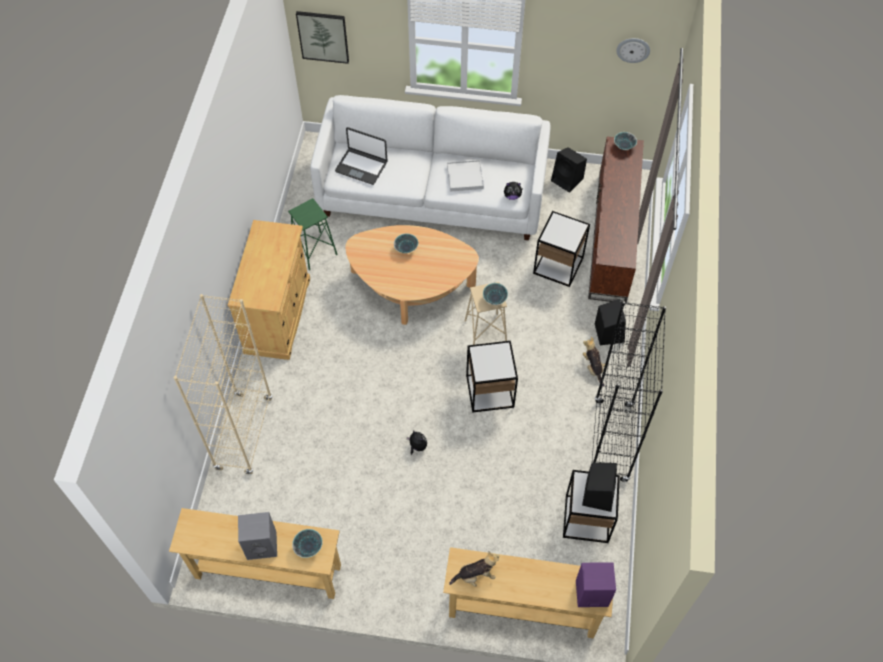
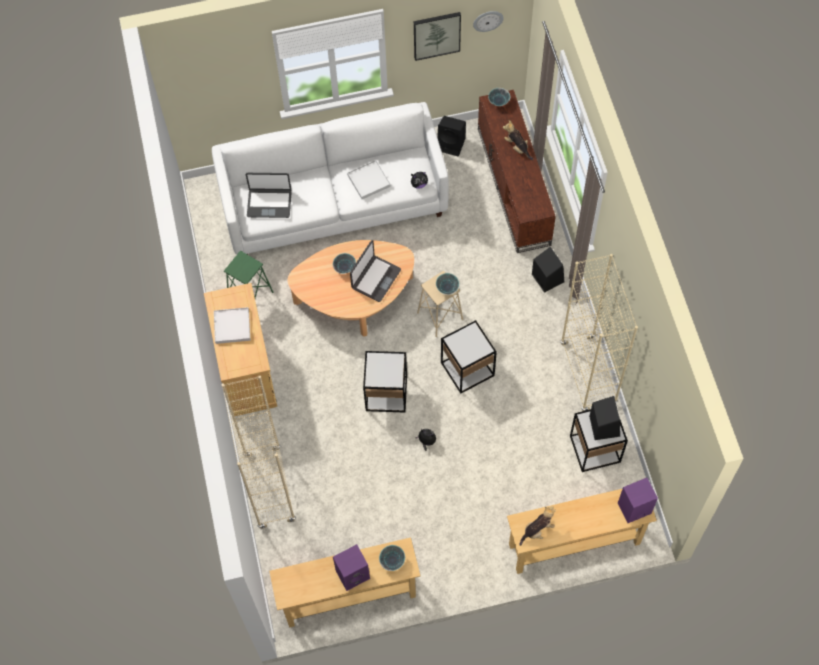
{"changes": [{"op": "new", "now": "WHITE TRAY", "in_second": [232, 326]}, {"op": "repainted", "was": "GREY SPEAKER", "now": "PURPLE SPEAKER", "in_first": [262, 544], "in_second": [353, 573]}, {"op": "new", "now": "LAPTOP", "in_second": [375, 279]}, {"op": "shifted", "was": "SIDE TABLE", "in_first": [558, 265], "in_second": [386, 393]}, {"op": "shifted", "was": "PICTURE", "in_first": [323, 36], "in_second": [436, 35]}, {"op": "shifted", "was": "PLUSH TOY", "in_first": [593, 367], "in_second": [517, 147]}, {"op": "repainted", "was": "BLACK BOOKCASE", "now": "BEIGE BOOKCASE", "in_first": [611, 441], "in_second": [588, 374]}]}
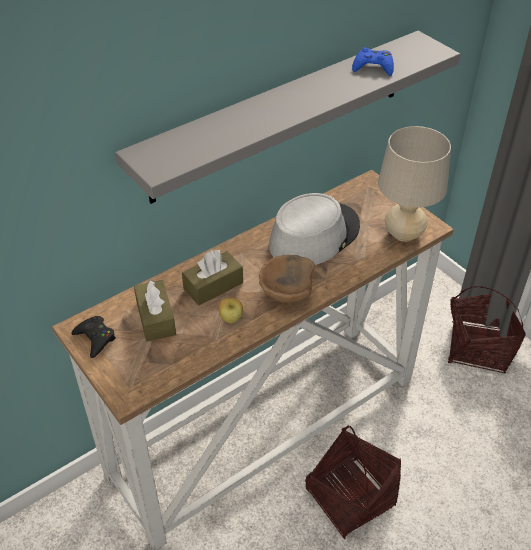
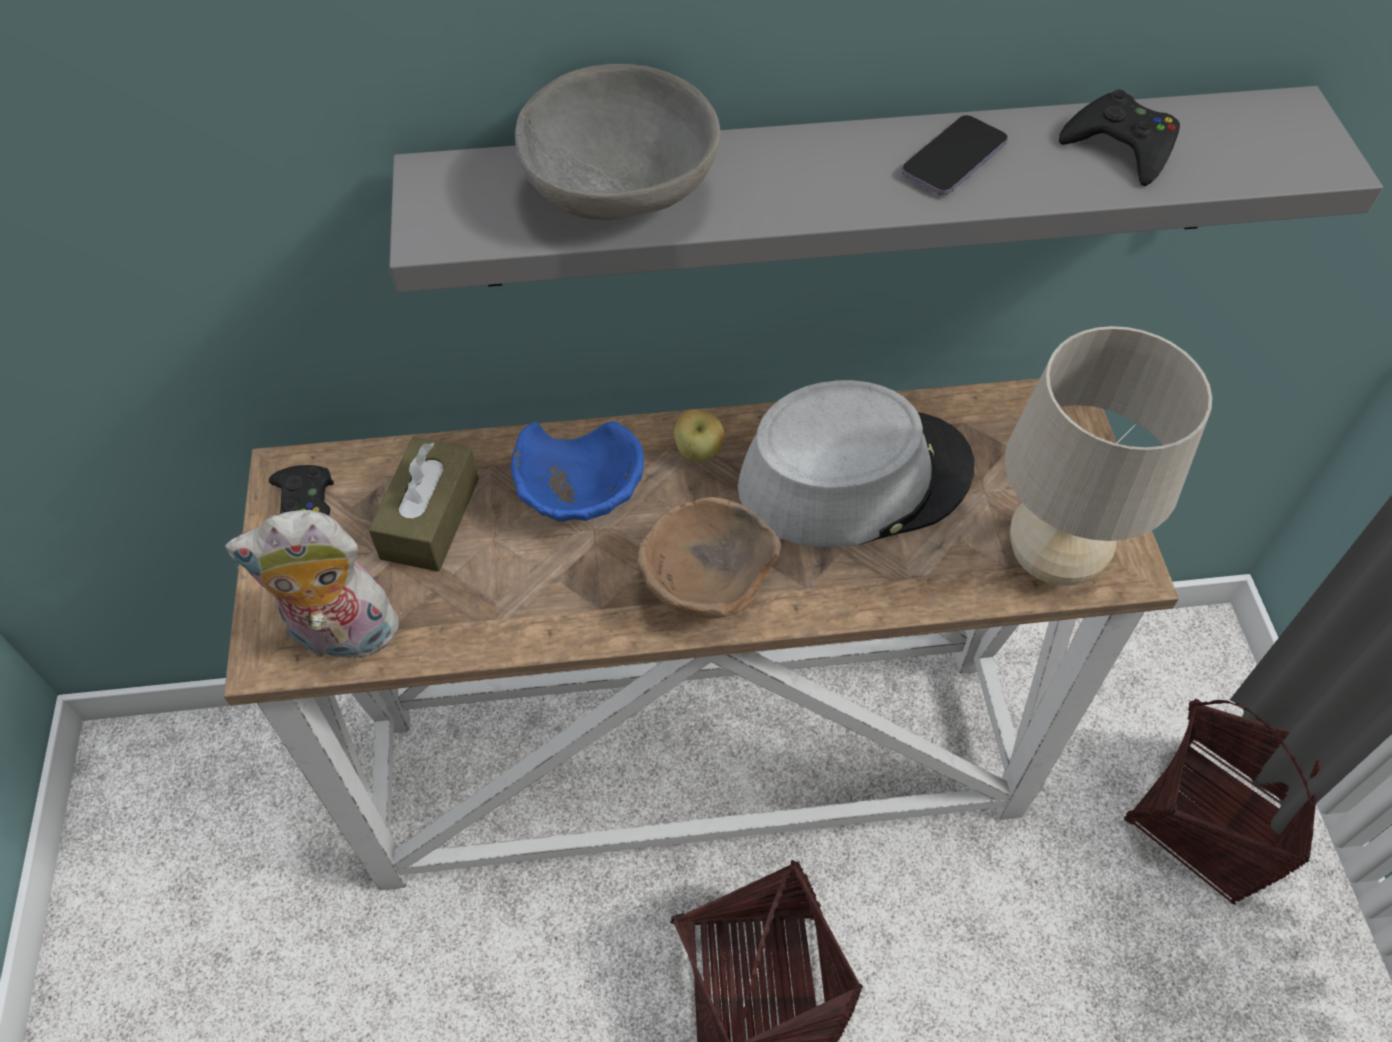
{"changes": [{"op": "new", "now": "PLUSH TOY", "in_second": [341, 637]}, {"op": "swapped", "was": "BROWN TISSUE BOX", "now": "BLUE BOWL", "in_first": [213, 286], "in_second": [579, 499]}, {"op": "new", "now": "GREY BOWL", "in_second": [618, 192]}, {"op": "shifted", "was": "APPLE", "in_first": [231, 319], "in_second": [699, 452]}, {"op": "new", "now": "PHONE", "in_second": [953, 159]}, {"op": "repainted", "was": "BLUE GAME CONTROLLER", "now": "BLACK GAME CONTROLLER", "in_first": [373, 66], "in_second": [1121, 147]}]}
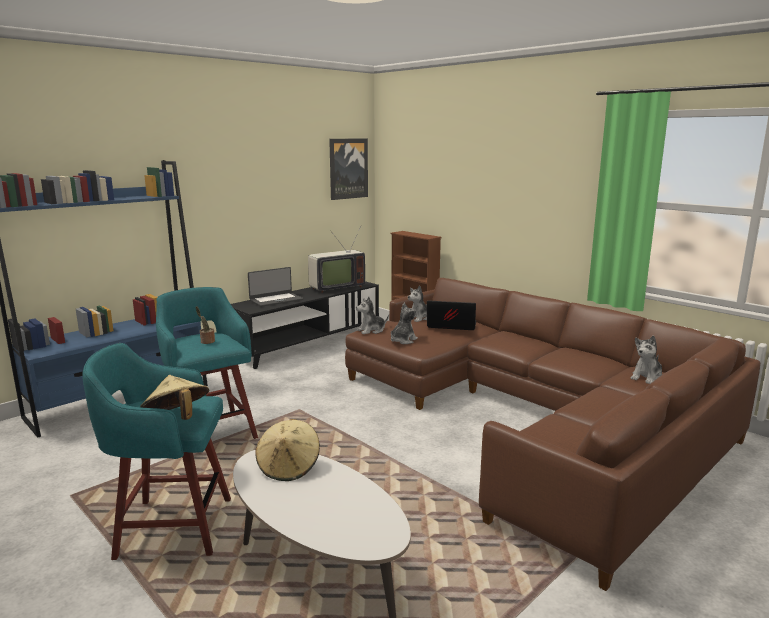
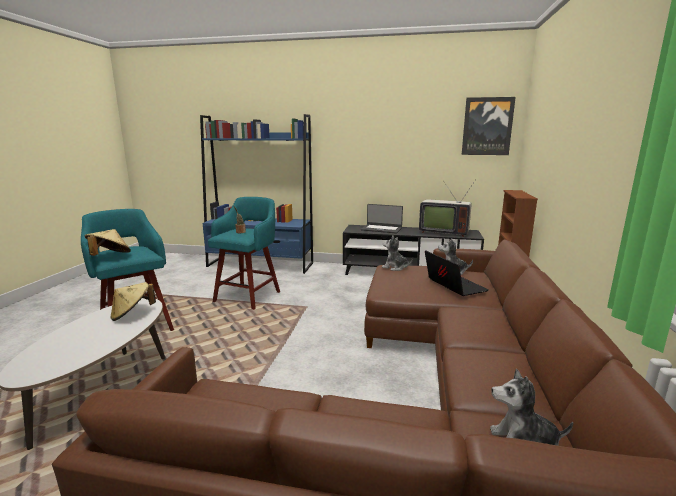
{"changes": [{"op": "gone", "was": "PLUSH TOY", "in_first": [403, 340]}]}
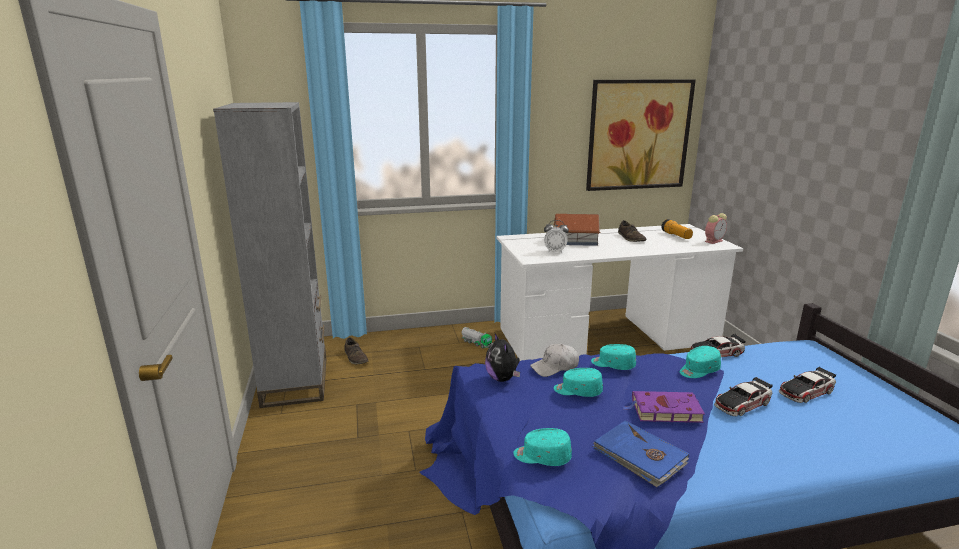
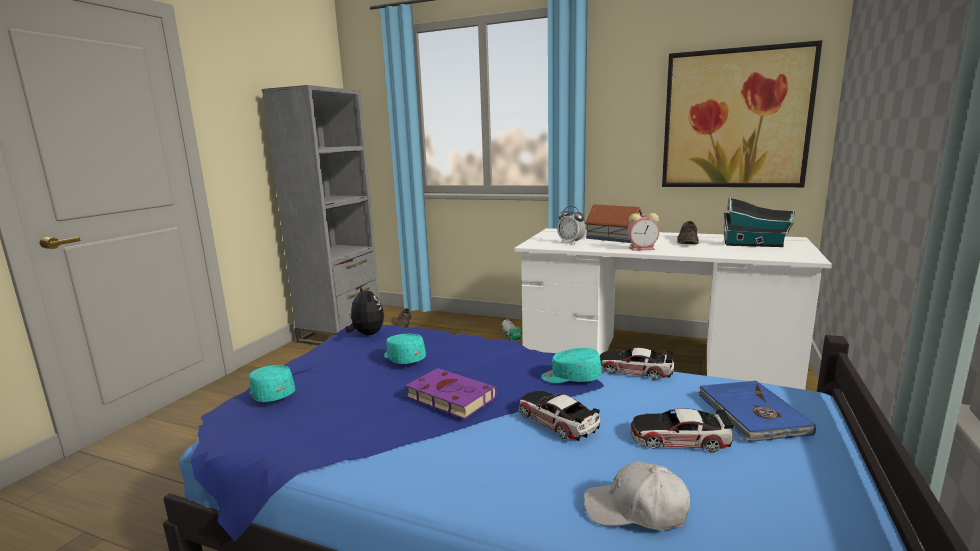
{"changes": [{"op": "rotated", "was": "PLUSH TOY", "in_first": [502, 379], "in_second": [366, 334], "clockwise": 135}, {"op": "rotated", "was": "TOY CAR", "in_first": [742, 403], "in_second": [556, 420], "clockwise": 45}, {"op": "shifted", "was": "WHITE CAP", "in_first": [555, 367], "in_second": [636, 510]}, {"op": "shifted", "was": "ALARM CLOCK", "in_first": [714, 241], "in_second": [643, 249]}, {"op": "shifted", "was": "BLUE BOOK", "in_first": [639, 456], "in_second": [751, 414]}, {"op": "swapped", "was": "FLASHLIGHT", "now": "TOY HOUSE", "in_first": [676, 236], "in_second": [755, 245]}, {"op": "gone", "was": "TURQUOISE CAP", "in_first": [612, 365]}]}
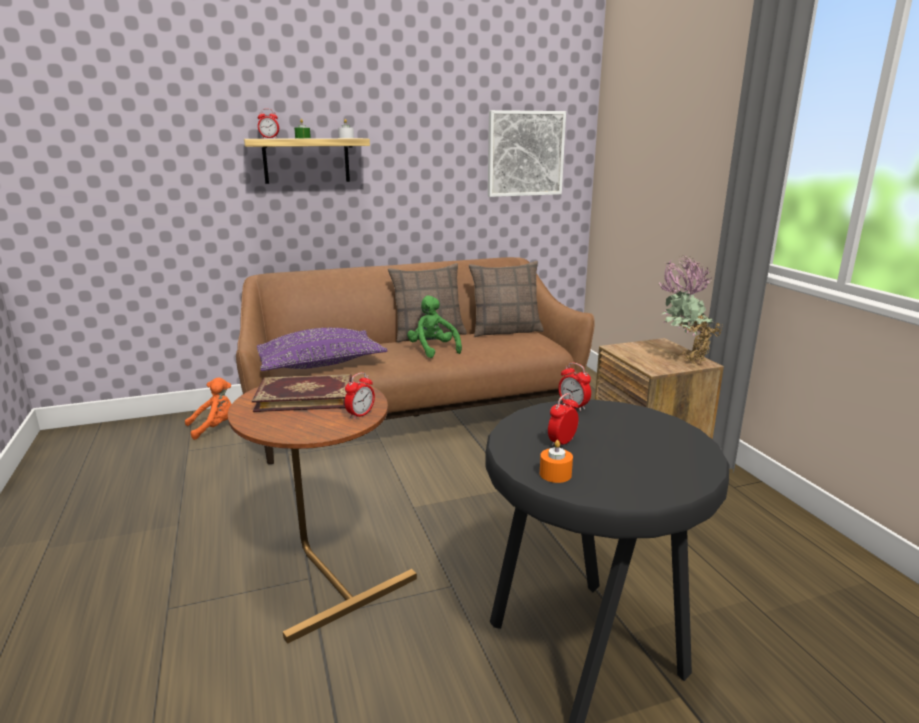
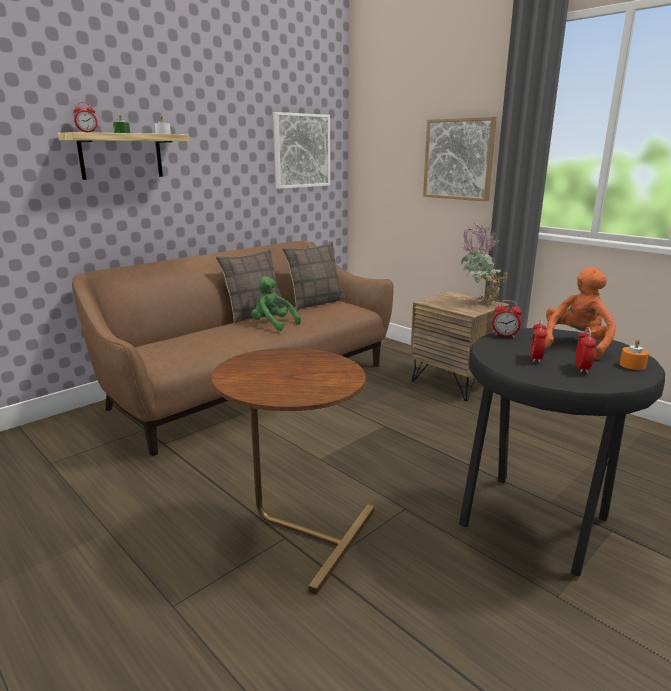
{"changes": [{"op": "new", "now": "PICTURE", "in_second": [458, 159]}, {"op": "shifted", "was": "ORANGE PLUSH TOY", "in_first": [215, 427], "in_second": [575, 344]}, {"op": "shifted", "was": "ALARM CLOCK", "in_first": [360, 415], "in_second": [582, 369]}, {"op": "shifted", "was": "ORANGE CANDLE", "in_first": [555, 474], "in_second": [632, 365]}, {"op": "gone", "was": "BOOK", "in_first": [305, 396]}, {"op": "gone", "was": "PURPLE PILLOW", "in_first": [319, 364]}]}
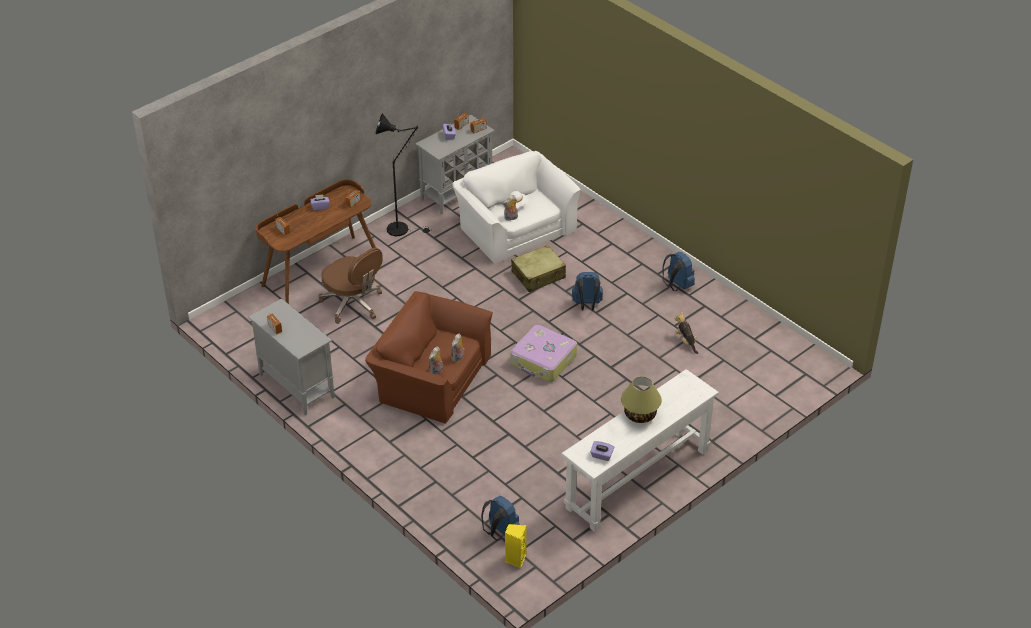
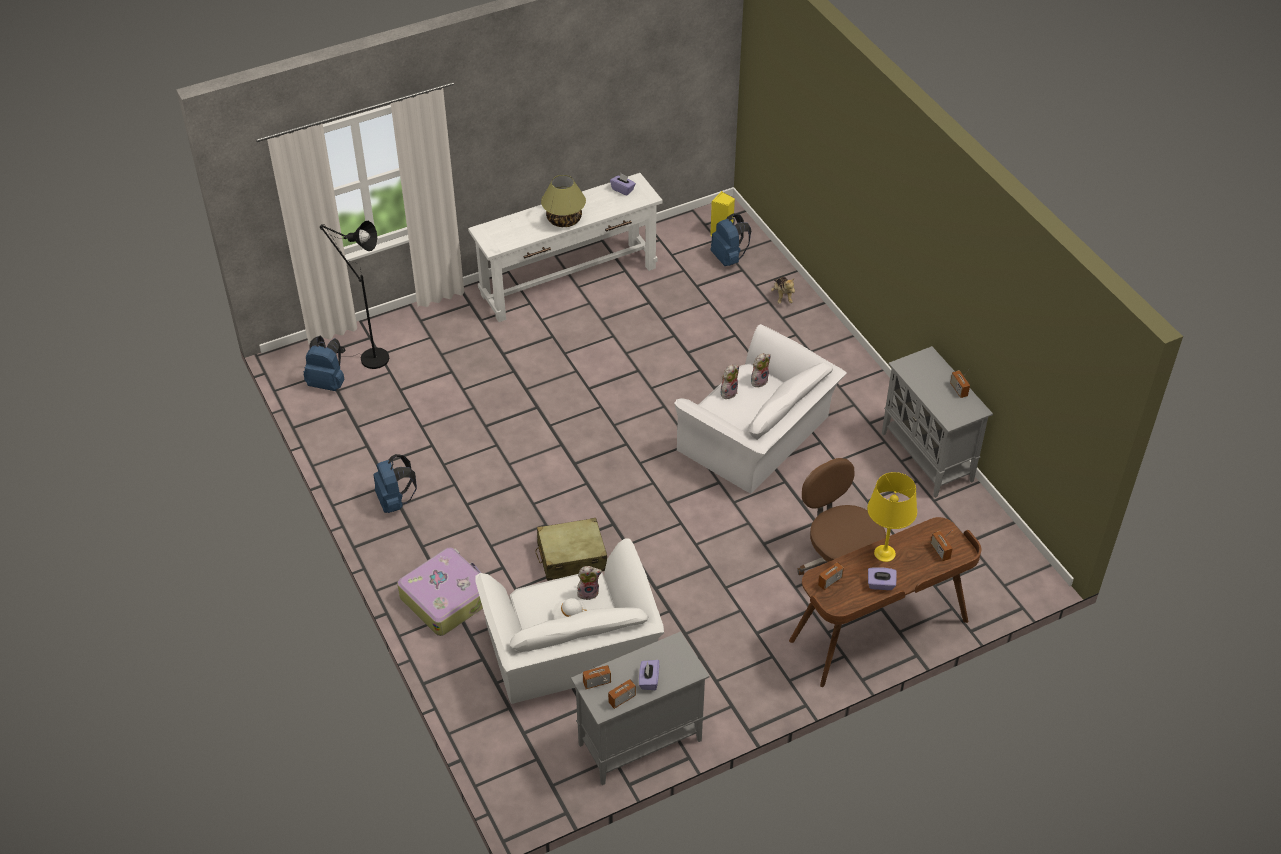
{"changes": [{"op": "shifted", "was": "BLUE BACKPACK", "in_first": [587, 305], "in_second": [328, 382]}, {"op": "shifted", "was": "BLACK FLOOR LAMP", "in_first": [402, 229], "in_second": [369, 358]}, {"op": "shifted", "was": "SUITCASE", "in_first": [543, 361], "in_second": [446, 598]}, {"op": "repainted", "was": "BROWN ARMCHAIR", "now": "WHITE ARMCHAIR", "in_first": [431, 377], "in_second": [758, 437]}, {"op": "shifted", "was": "PLUSH TOY", "in_first": [686, 341], "in_second": [782, 296]}, {"op": "new", "now": "YELLOW TABLE LAMP", "in_second": [884, 553]}]}
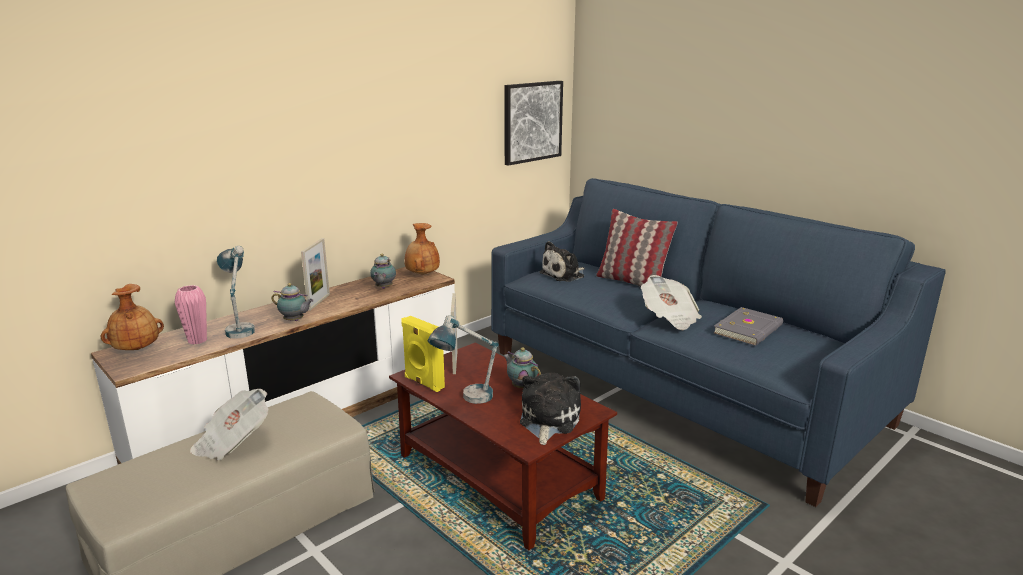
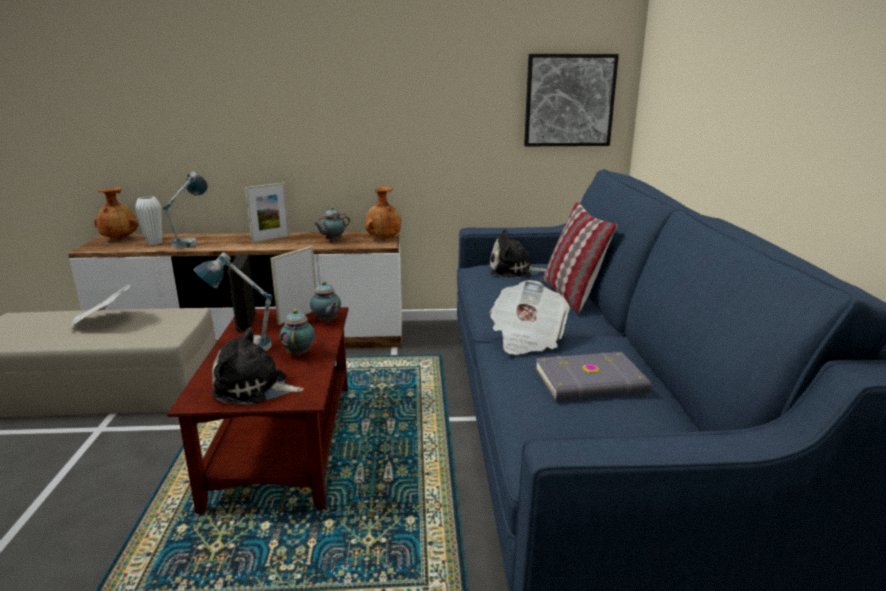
{"changes": [{"op": "repainted", "was": "PINK VASE", "now": "WHITE VASE", "in_first": [197, 340], "in_second": [154, 243]}, {"op": "rotated", "was": "PLUSH TOY", "in_first": [548, 420], "in_second": [254, 388], "clockwise": -135}, {"op": "repainted", "was": "YELLOW SPEAKER", "now": "BLACK SPEAKER", "in_first": [423, 383], "in_second": [245, 322]}, {"op": "shifted", "was": "TEAPOT", "in_first": [295, 321], "in_second": [327, 322]}]}
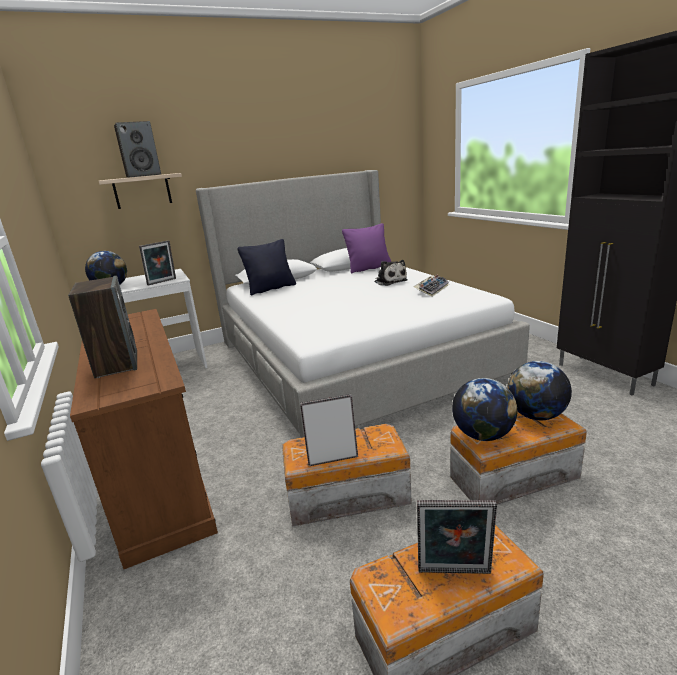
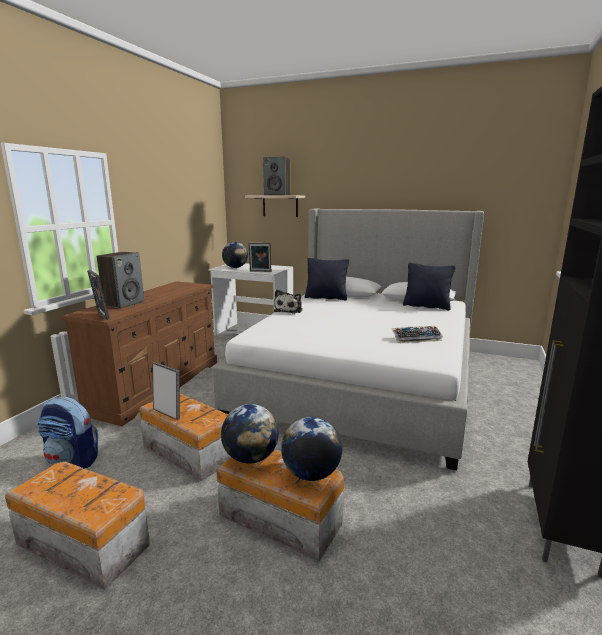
{"changes": [{"op": "new", "now": "BACKPACK", "in_second": [73, 460]}, {"op": "shifted", "was": "PICTURE FRAME", "in_first": [454, 574], "in_second": [101, 316]}, {"op": "shifted", "was": "PLUSH TOY", "in_first": [390, 281], "in_second": [289, 310]}, {"op": "repainted", "was": "PURPLE PILLOW", "now": "BLACK PILLOW", "in_first": [369, 268], "in_second": [426, 306]}]}
